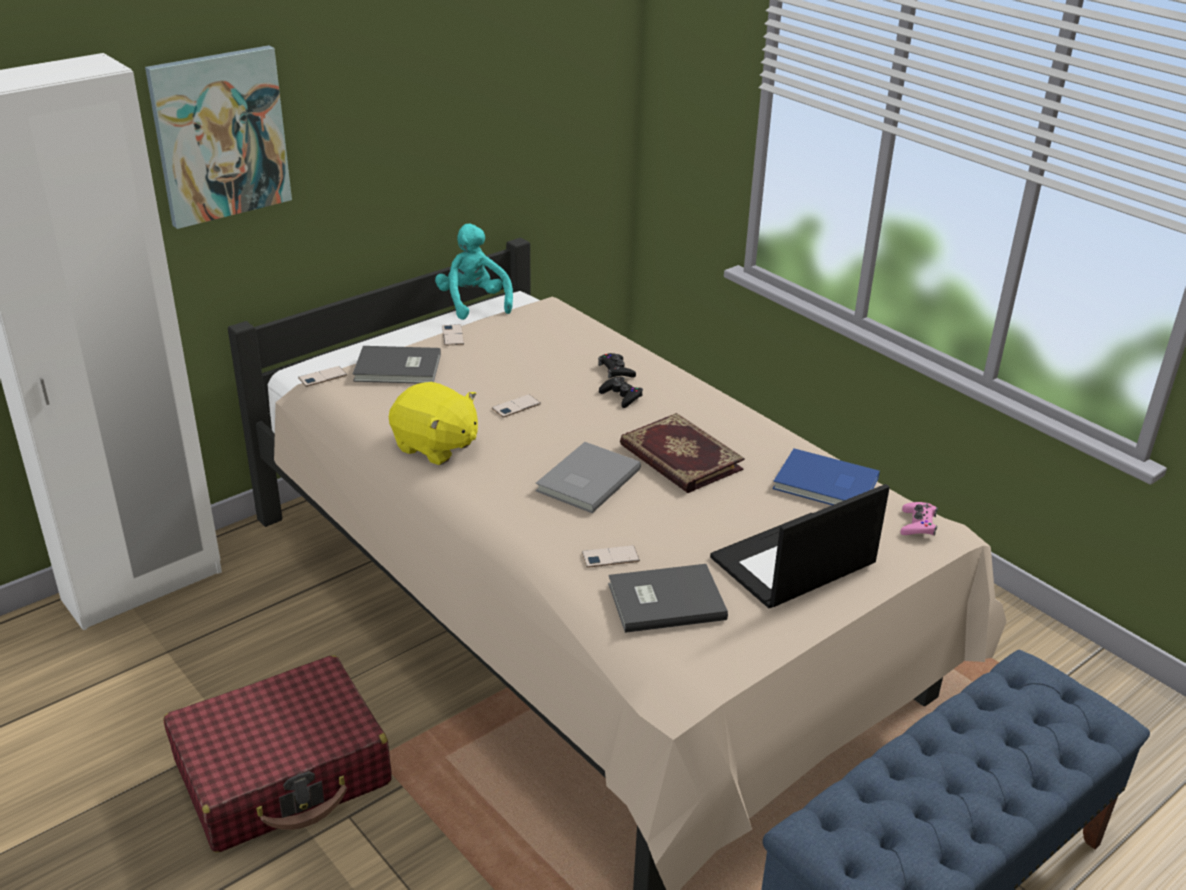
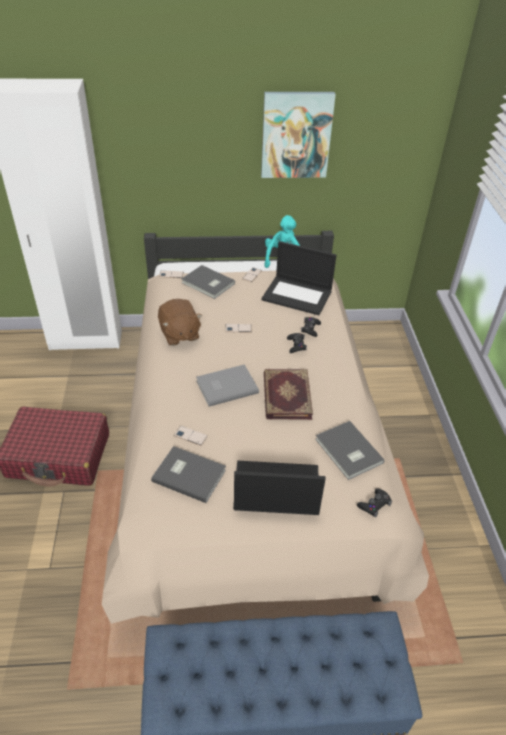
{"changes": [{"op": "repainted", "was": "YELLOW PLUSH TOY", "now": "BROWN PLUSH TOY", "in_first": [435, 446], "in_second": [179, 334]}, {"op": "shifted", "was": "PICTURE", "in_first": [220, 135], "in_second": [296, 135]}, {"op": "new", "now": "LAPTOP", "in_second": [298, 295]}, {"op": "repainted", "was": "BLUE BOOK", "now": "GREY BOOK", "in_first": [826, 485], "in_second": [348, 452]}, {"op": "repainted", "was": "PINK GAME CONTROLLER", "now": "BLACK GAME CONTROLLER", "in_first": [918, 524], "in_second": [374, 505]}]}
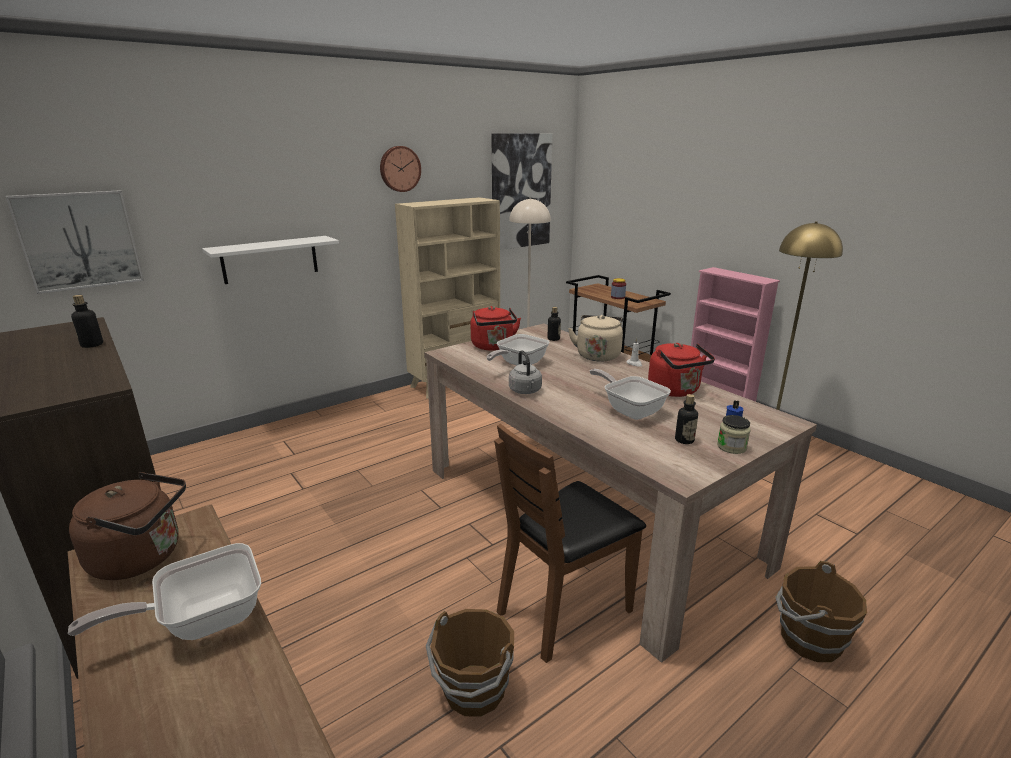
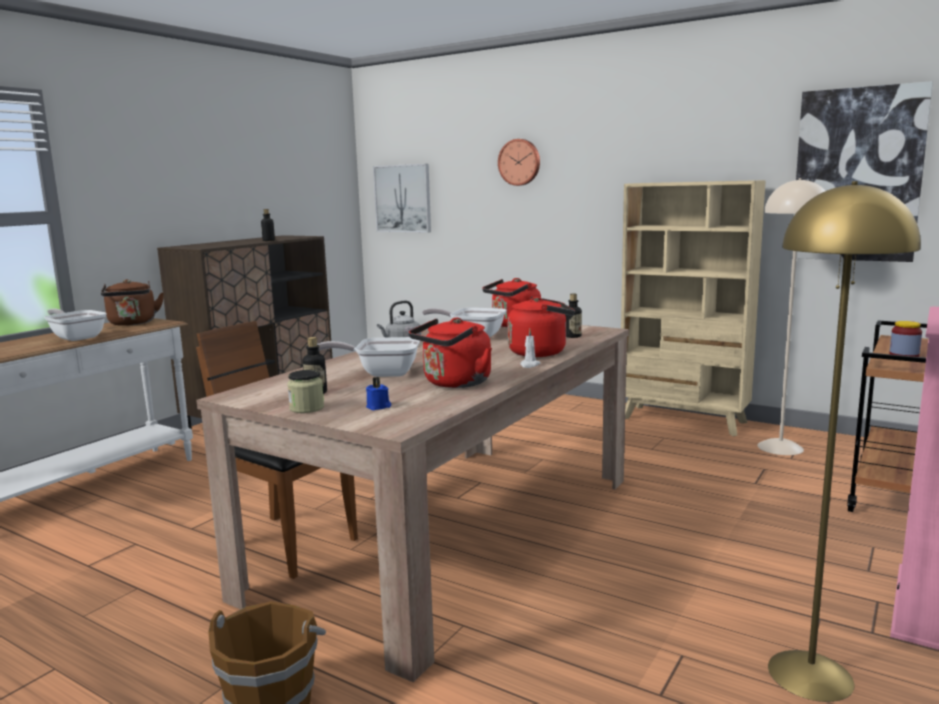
{"changes": [{"op": "rotated", "was": "FRYING PAN", "in_first": [630, 410], "in_second": [382, 373], "clockwise": -120}, {"op": "shifted", "was": "WALL CLOCK", "in_first": [399, 169], "in_second": [520, 162]}, {"op": "repainted", "was": "BEIGE KETTLE", "now": "RED KETTLE", "in_first": [598, 355], "in_second": [541, 352]}, {"op": "gone", "was": "WHITE SHELF", "in_first": [270, 259]}, {"op": "gone", "was": "BROWN BUCKET", "in_first": [473, 691]}]}
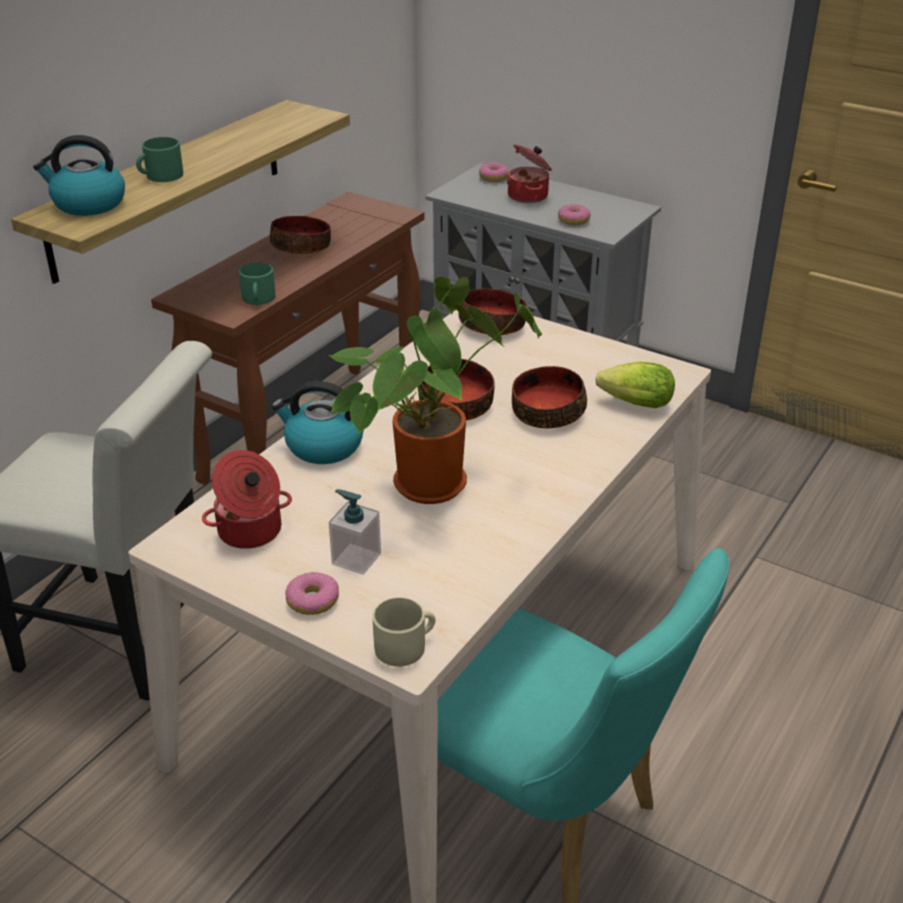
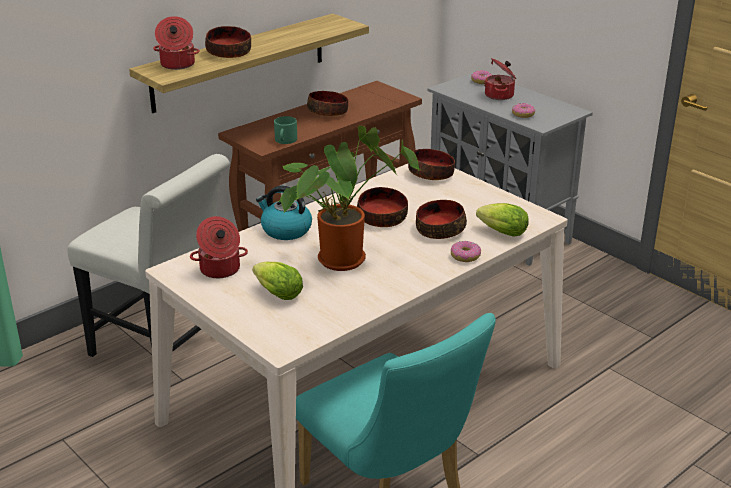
{"changes": [{"op": "swapped", "was": "KETTLE", "now": "COOKING POT", "in_first": [88, 204], "in_second": [177, 65]}, {"op": "swapped", "was": "GREEN MUG", "now": "BOWL", "in_first": [160, 176], "in_second": [228, 52]}, {"op": "swapped", "was": "SOAP DISPENSER", "now": "LETTUCE", "in_first": [356, 559], "in_second": [276, 293]}, {"op": "shifted", "was": "DONUT", "in_first": [312, 601], "in_second": [465, 256]}, {"op": "gone", "was": "BEIGE MUG", "in_first": [406, 646]}]}
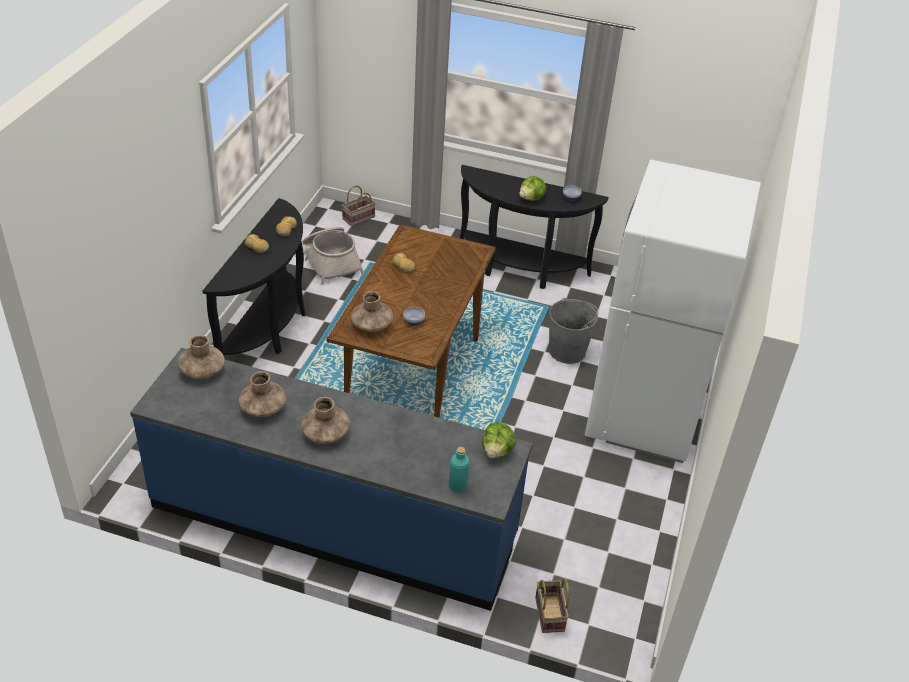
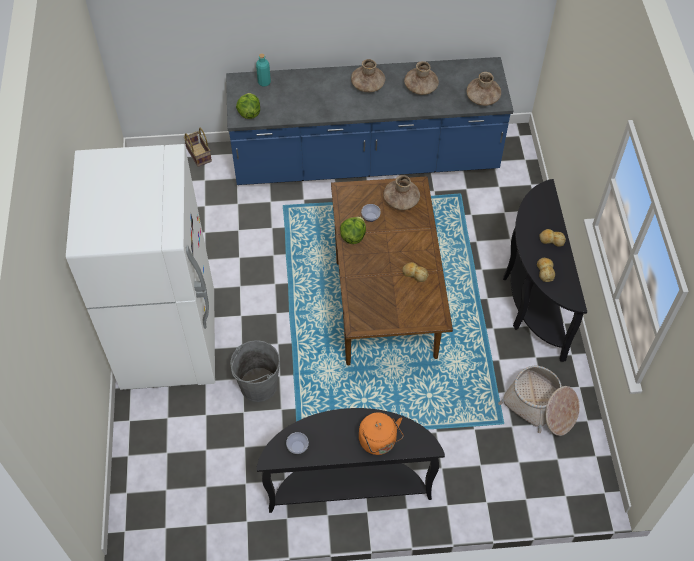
{"changes": [{"op": "shifted", "was": "LETTUCE", "in_first": [531, 199], "in_second": [353, 236]}, {"op": "new", "now": "ORANGE KETTLE", "in_second": [379, 442]}, {"op": "gone", "was": "BASKET", "in_first": [358, 218]}]}
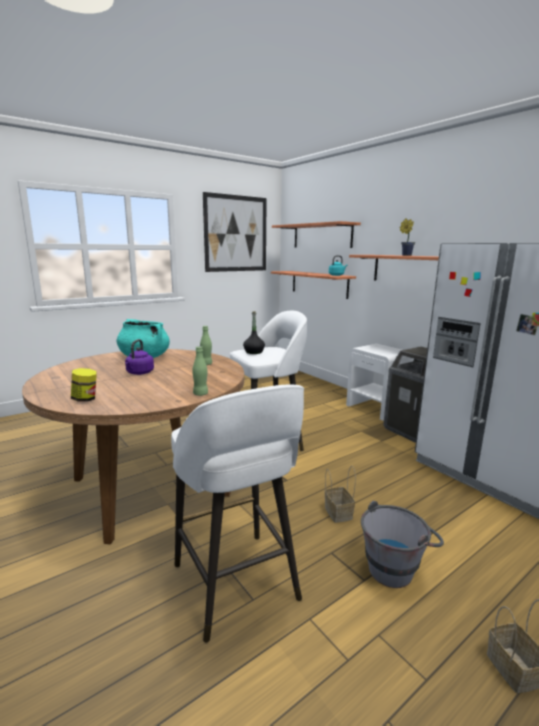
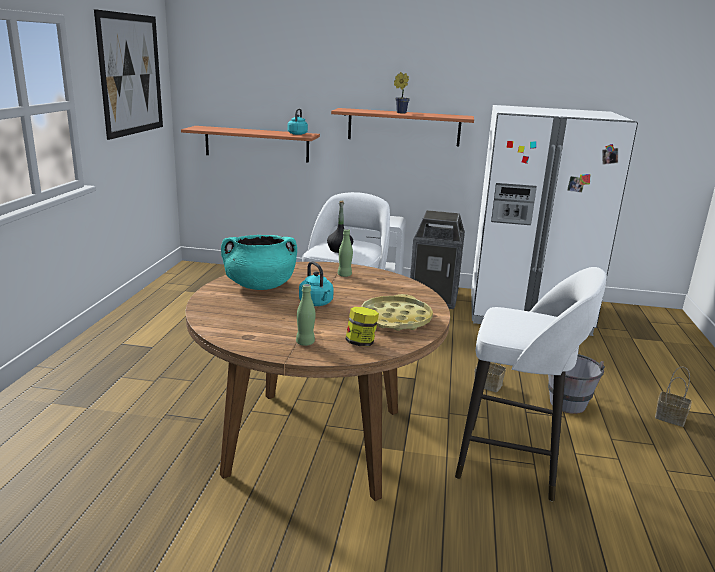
{"changes": [{"op": "shifted", "was": "GREEN BOTTLE", "in_first": [200, 394], "in_second": [305, 343]}, {"op": "repainted", "was": "PURPLE KETTLE", "now": "TURQUOISE KETTLE", "in_first": [139, 373], "in_second": [317, 303]}, {"op": "new", "now": "YELLOW TRAY", "in_second": [396, 319]}, {"op": "gone", "was": "SHELF", "in_first": [322, 236]}]}
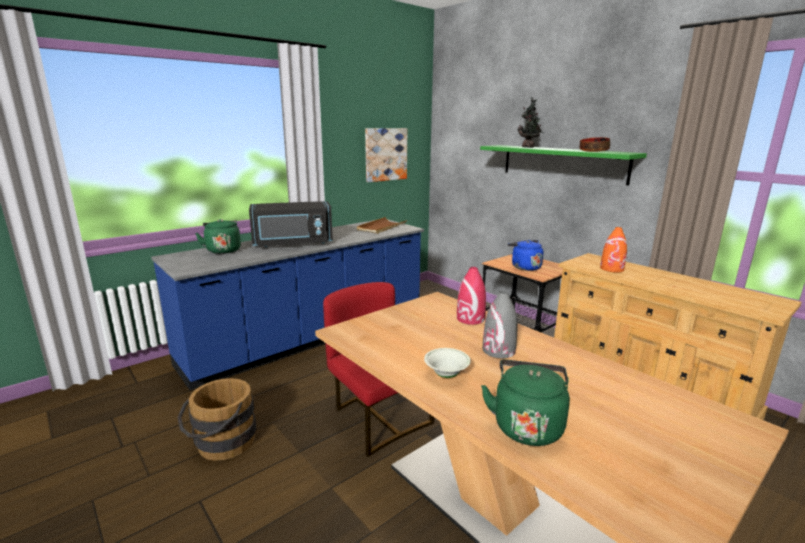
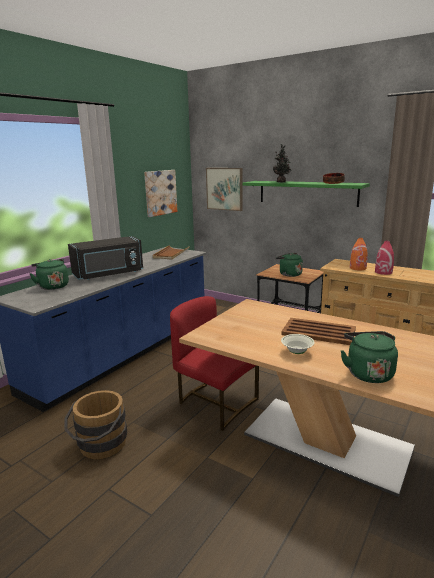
{"changes": [{"op": "new", "now": "PICTURE", "in_second": [224, 189]}, {"op": "repainted", "was": "BLUE KETTLE", "now": "GREEN KETTLE", "in_first": [524, 267], "in_second": [289, 274]}, {"op": "swapped", "was": "GREY VASE", "now": "BROWN TRAY", "in_first": [499, 350], "in_second": [319, 332]}, {"op": "shifted", "was": "RED VASE", "in_first": [470, 319], "in_second": [383, 272]}]}
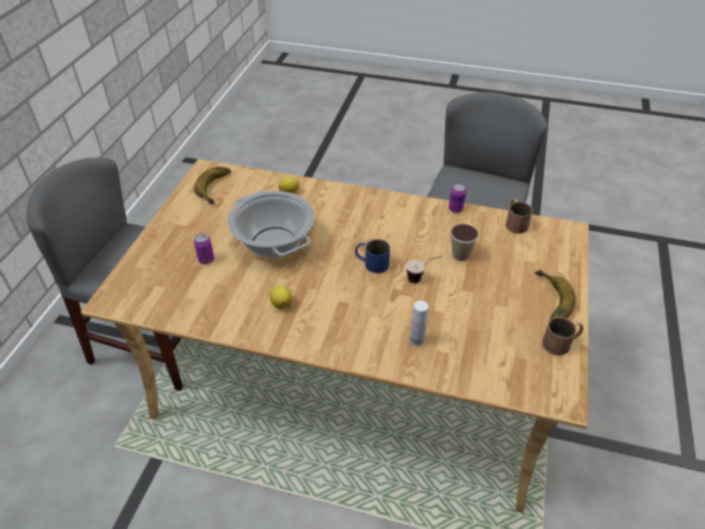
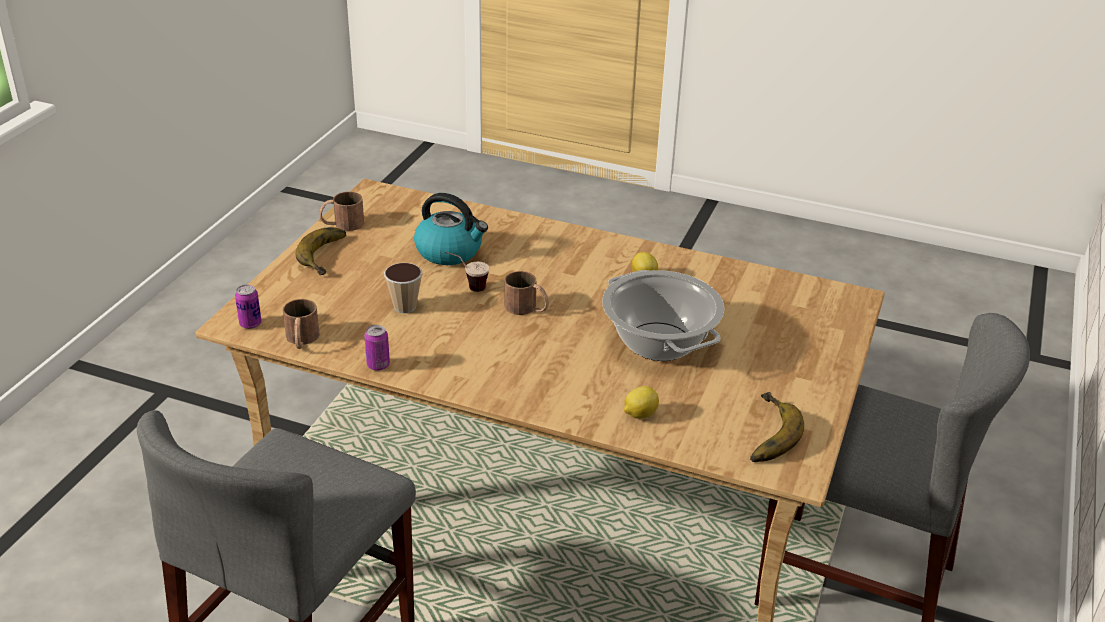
{"changes": [{"op": "shifted", "was": "CAN", "in_first": [206, 260], "in_second": [250, 324]}, {"op": "new", "now": "KETTLE", "in_second": [450, 251]}, {"op": "repainted", "was": "BLUE MUG", "now": "BROWN MUG", "in_first": [371, 263], "in_second": [527, 308]}, {"op": "gone", "was": "WHITE BOTTLE", "in_first": [417, 340]}]}
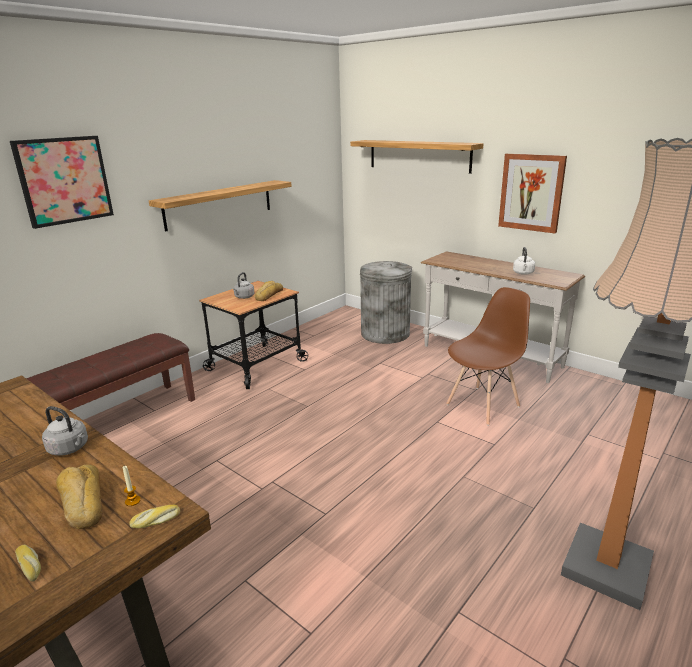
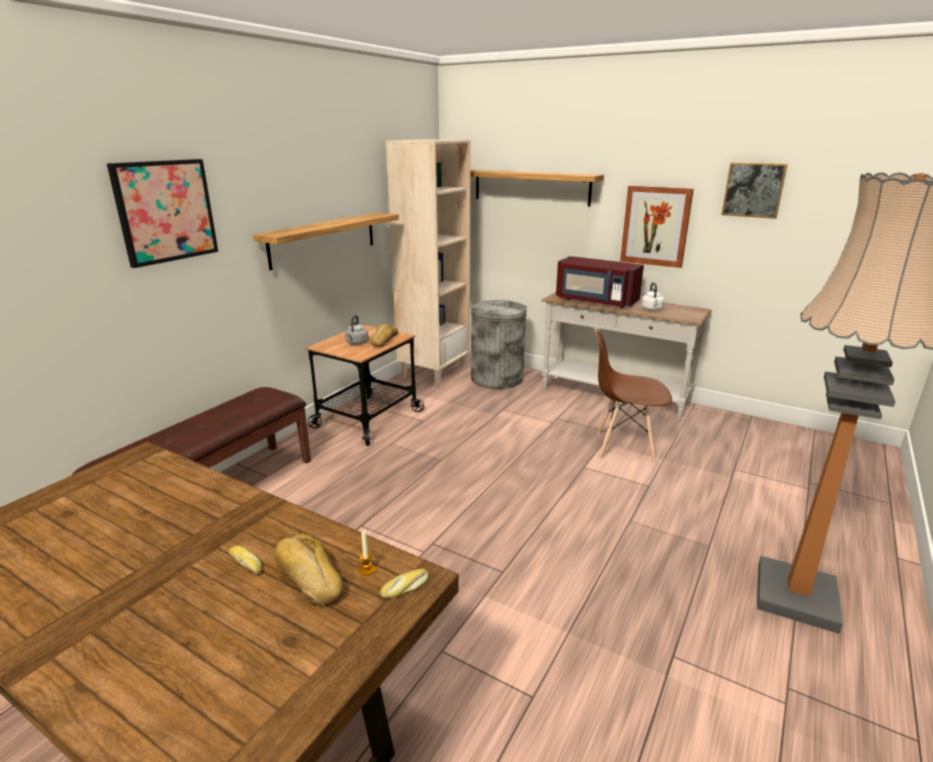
{"changes": [{"op": "shifted", "was": "BREAD", "in_first": [30, 565], "in_second": [247, 563]}, {"op": "new", "now": "BEIGE BOOKCASE", "in_second": [434, 372]}, {"op": "new", "now": "RED MICROWAVE", "in_second": [595, 301]}, {"op": "rotated", "was": "BROWN CHAIR", "in_first": [483, 405], "in_second": [624, 447], "clockwise": -120}, {"op": "new", "now": "PICTURE", "in_second": [753, 190]}, {"op": "gone", "was": "GREY KETTLE", "in_first": [70, 448]}]}
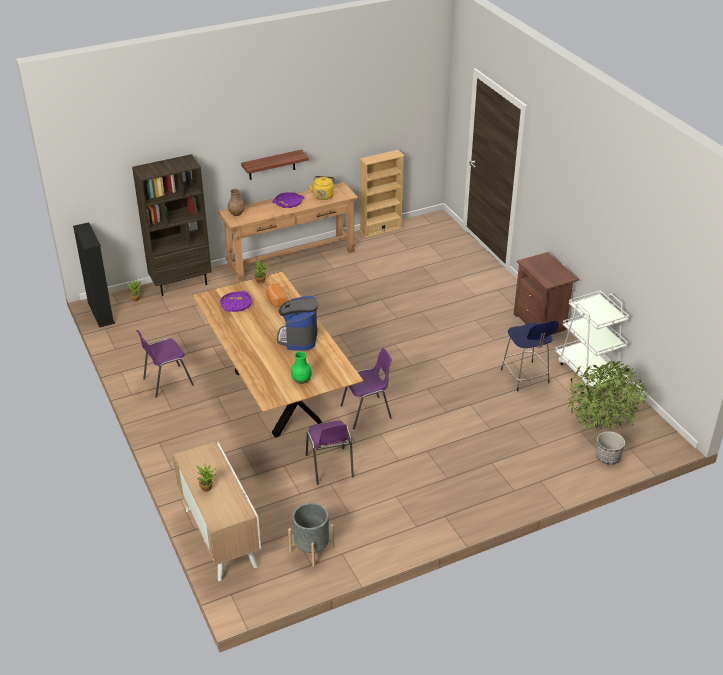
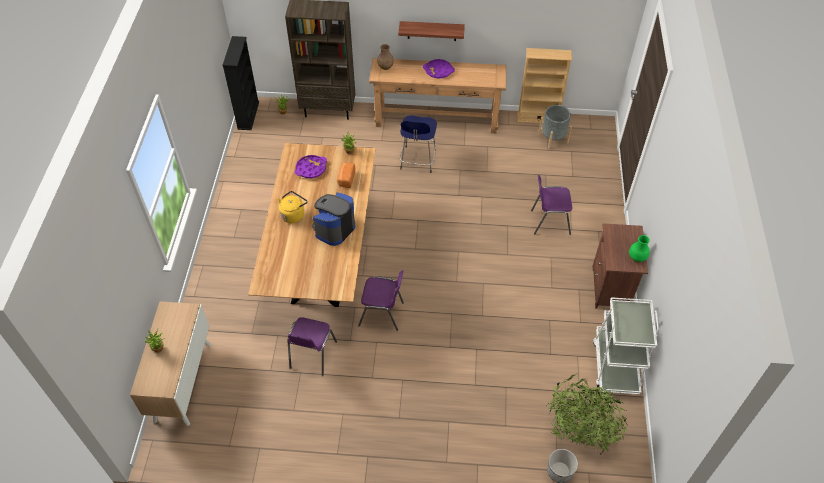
{"changes": [{"op": "shifted", "was": "YELLOW KETTLE", "in_first": [323, 195], "in_second": [293, 214]}, {"op": "shifted", "was": "BLUE STOOL", "in_first": [525, 377], "in_second": [418, 161]}, {"op": "shifted", "was": "PURPLE CHAIR", "in_first": [166, 382], "in_second": [549, 221]}, {"op": "shifted", "was": "GREY PLANTER", "in_first": [311, 549], "in_second": [553, 138]}, {"op": "shifted", "was": "GREEN VASE", "in_first": [301, 380], "in_second": [637, 258]}]}
